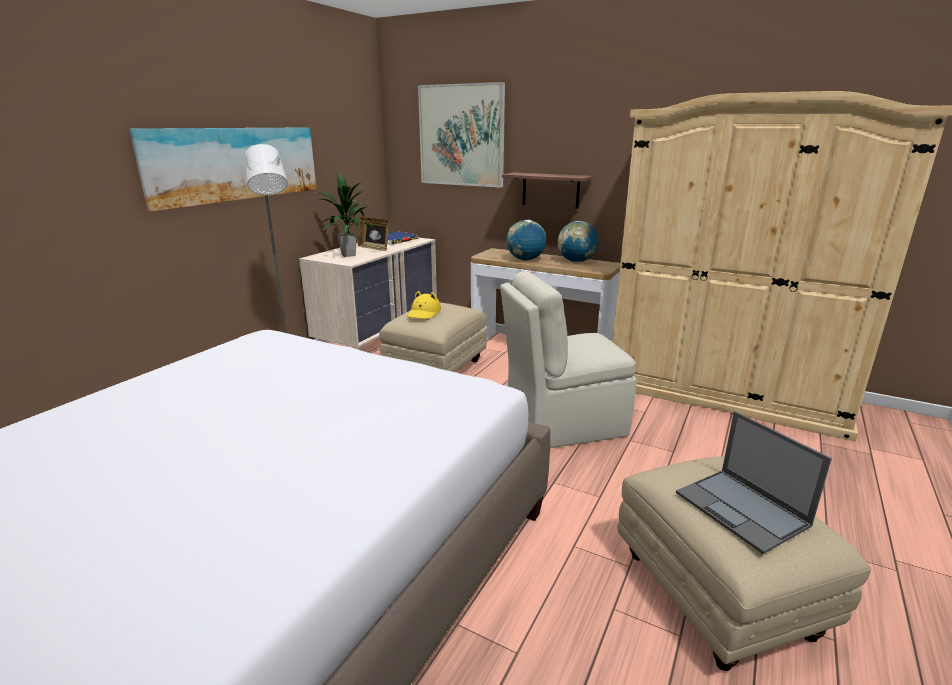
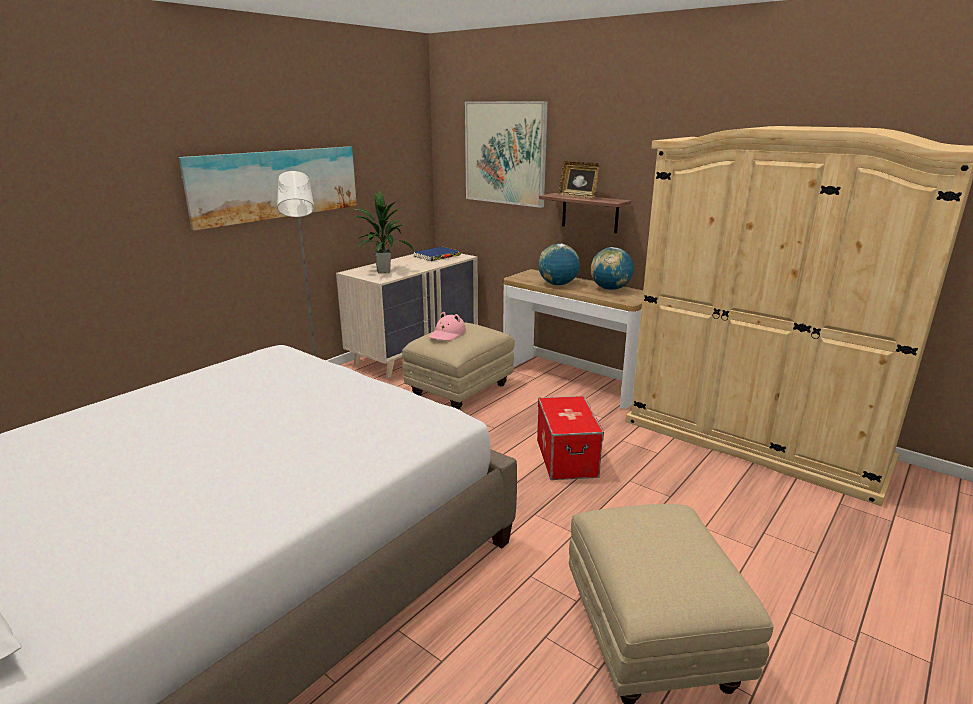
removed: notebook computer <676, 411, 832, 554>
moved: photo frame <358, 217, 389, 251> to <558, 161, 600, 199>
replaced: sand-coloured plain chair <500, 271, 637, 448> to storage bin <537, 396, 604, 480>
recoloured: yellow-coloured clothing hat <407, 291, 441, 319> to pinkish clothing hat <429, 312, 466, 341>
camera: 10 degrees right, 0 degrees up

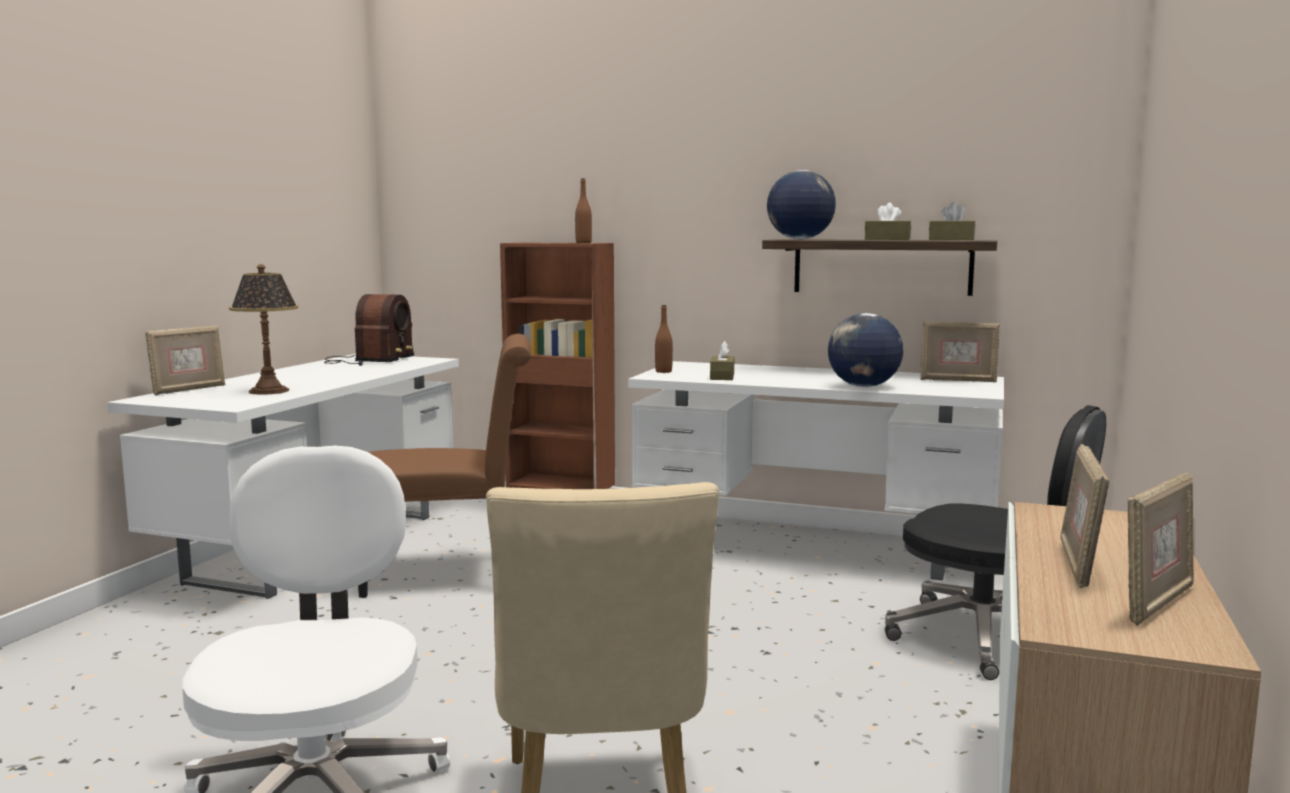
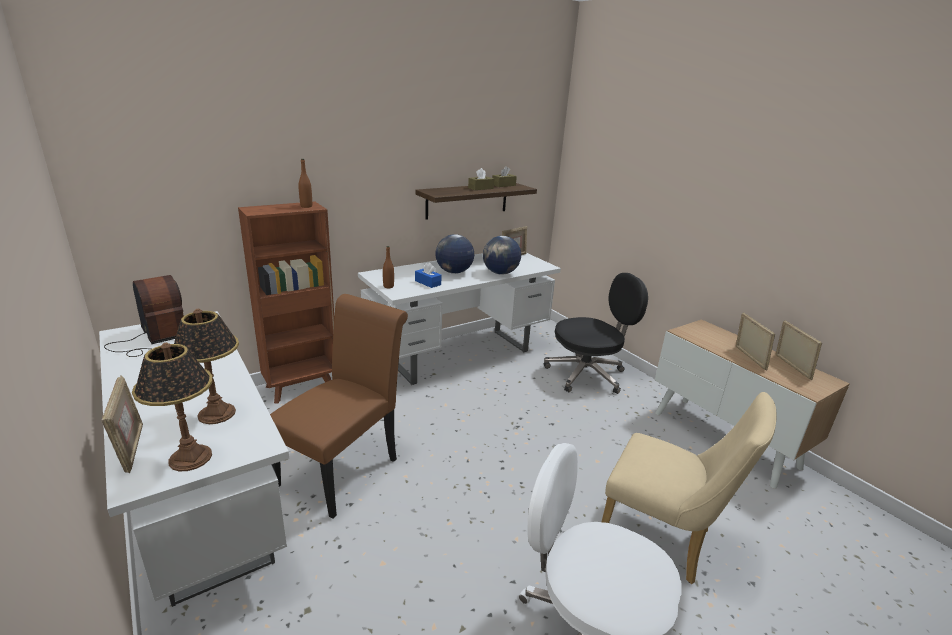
added: lamp for a table <132, 343, 213, 471>
moved: desk globe <767, 170, 836, 239> to <435, 234, 474, 274>
recoloured: brownish tissue holder <710, 341, 734, 380> to bluish tissue holder <415, 263, 442, 288>
turned: photo frame <1060, 444, 1109, 588> = <736, 312, 775, 371> 150 degrees counterclockwise
camera: 55 degrees left, 15 degrees up

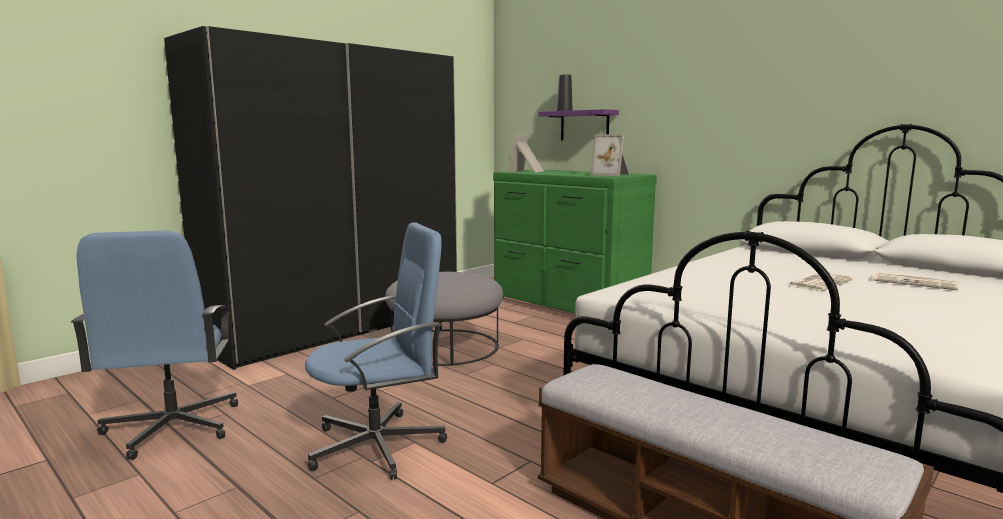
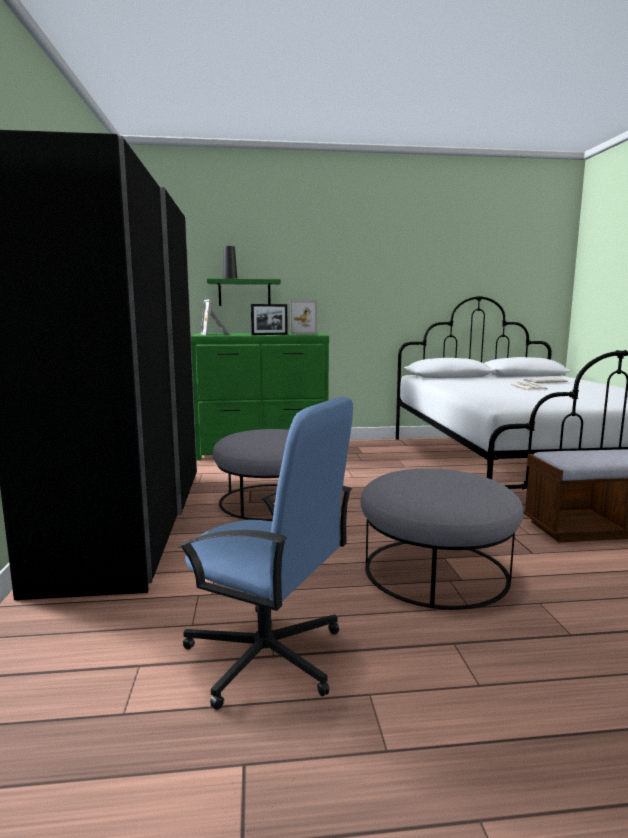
added: photo frame <251, 304, 288, 335>
replaced: bluish computer chair <305, 222, 447, 480> to greyish footrest <361, 468, 524, 610>
recoloured: purple shelf <538, 109, 619, 140> to green-coloured shelf <207, 279, 281, 306>
camera: 50 degrees left, 0 degrees up

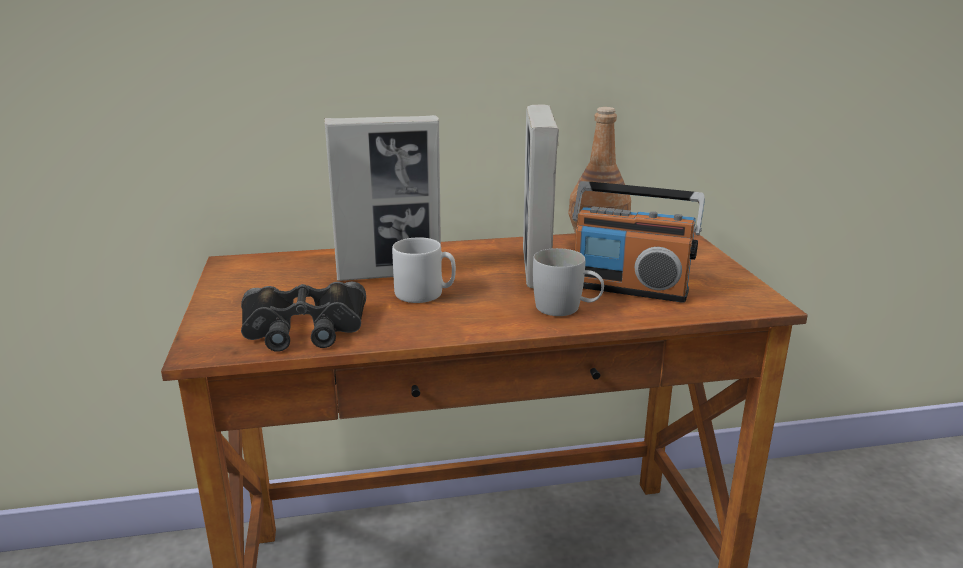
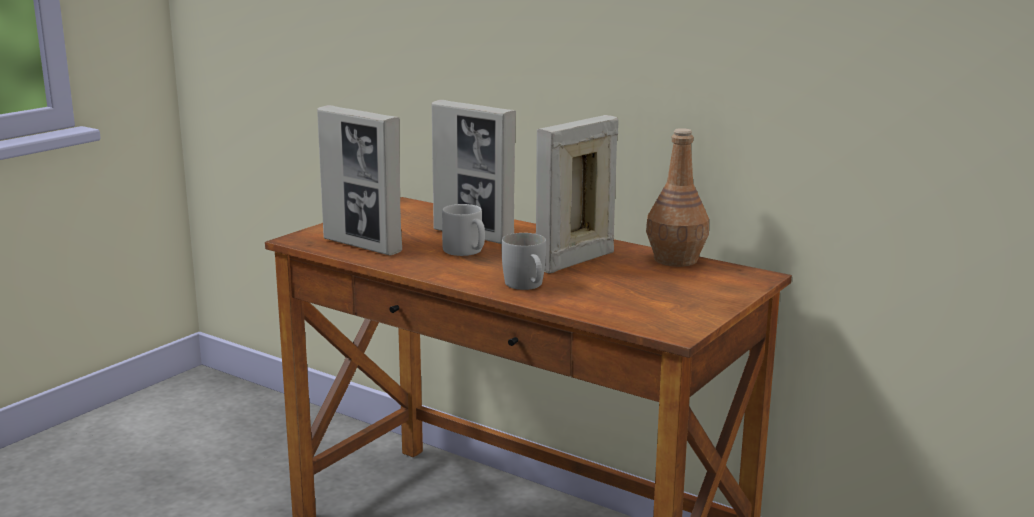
removed: radio set <573, 181, 705, 302>
replaced: blackish binoculars <241, 282, 366, 352> to photo frame <317, 105, 402, 255>
camera: 45 degrees right, 5 degrees down

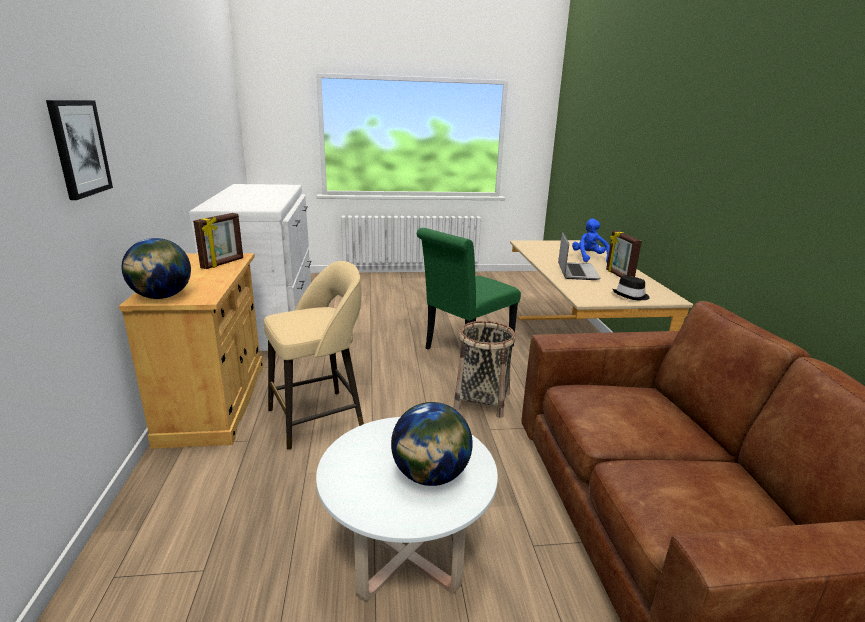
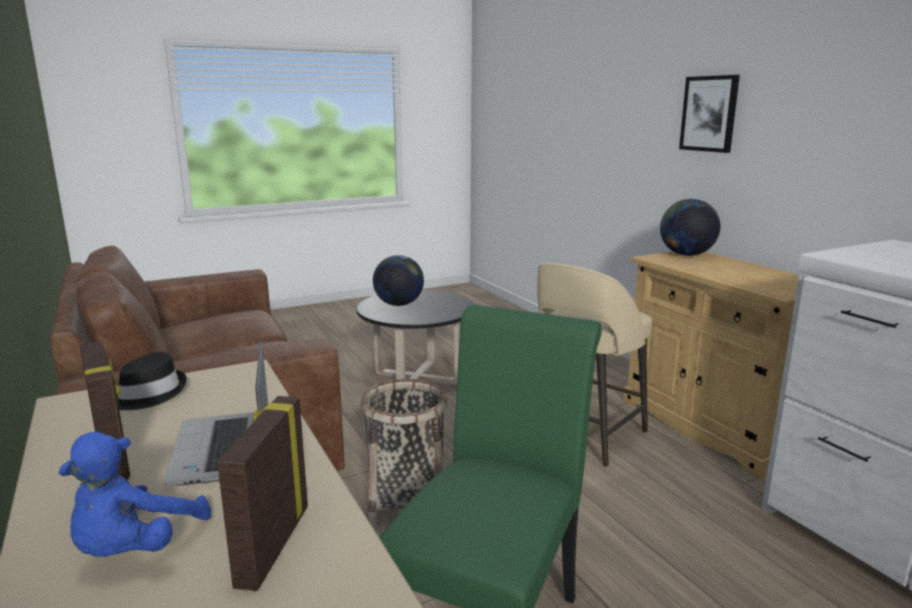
moved: photo frame <193, 213, 243, 269> to <217, 396, 308, 591>
recoloured: whitish coffee table <316, 417, 498, 601> to blackish coffee table <357, 290, 474, 384>
turned: bluish cuddly toy <572, 219, 610, 262> = <58, 431, 211, 557> 45 degrees clockwise
camera: 160 degrees right, 5 degrees down

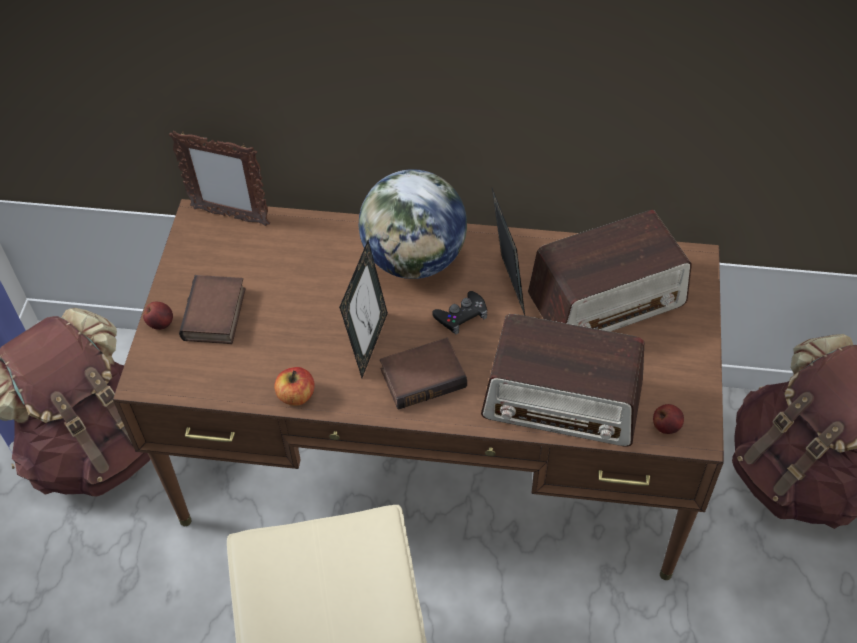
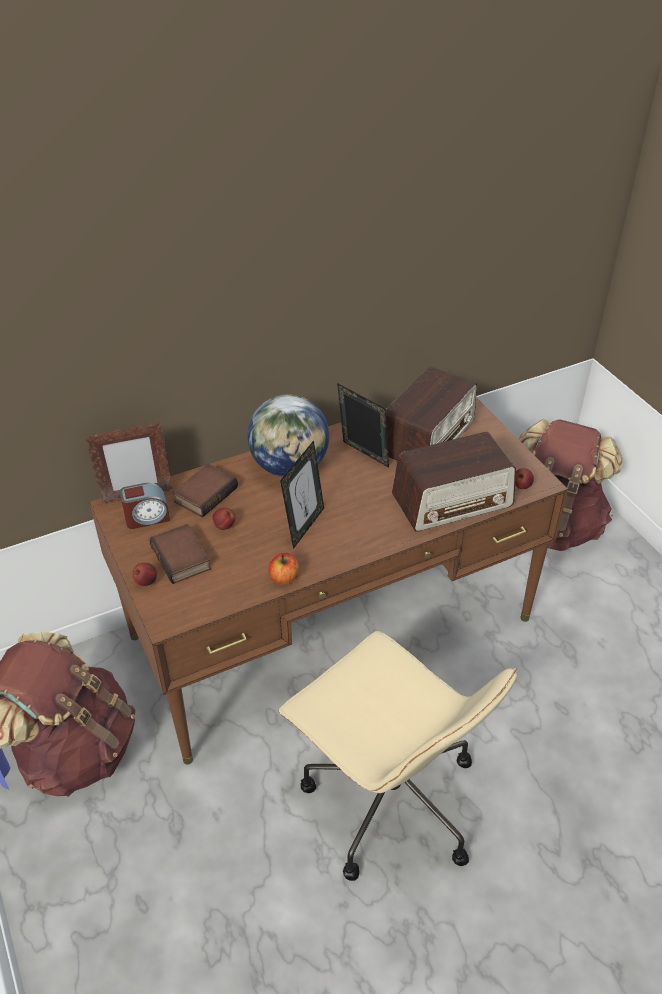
removed: blackish gamepad <432, 291, 488, 334>
added: bedside clock <120, 483, 170, 529>; apple <213, 508, 235, 530>
moved: volume <380, 338, 467, 410> to <173, 464, 238, 517>
turned: photo frame <339, 240, 388, 378> = <280, 441, 324, 549> 45 degrees clockwise
camera: 35 degrees left, 10 degrees down

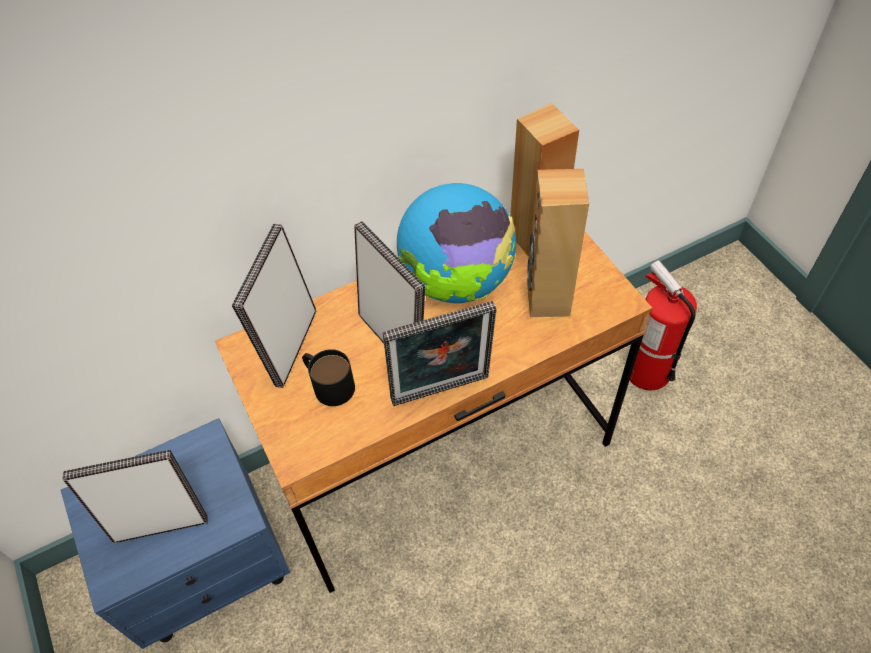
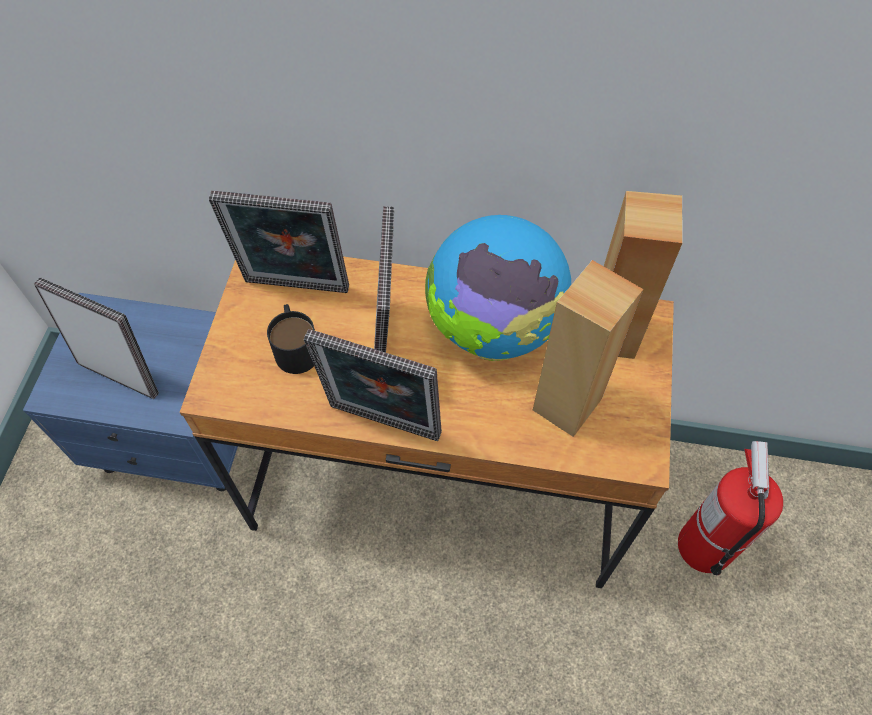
turned: photo frame <232, 224, 316, 388> = <209, 191, 349, 293> 135 degrees counterclockwise
camera: 35 degrees right, 5 degrees up

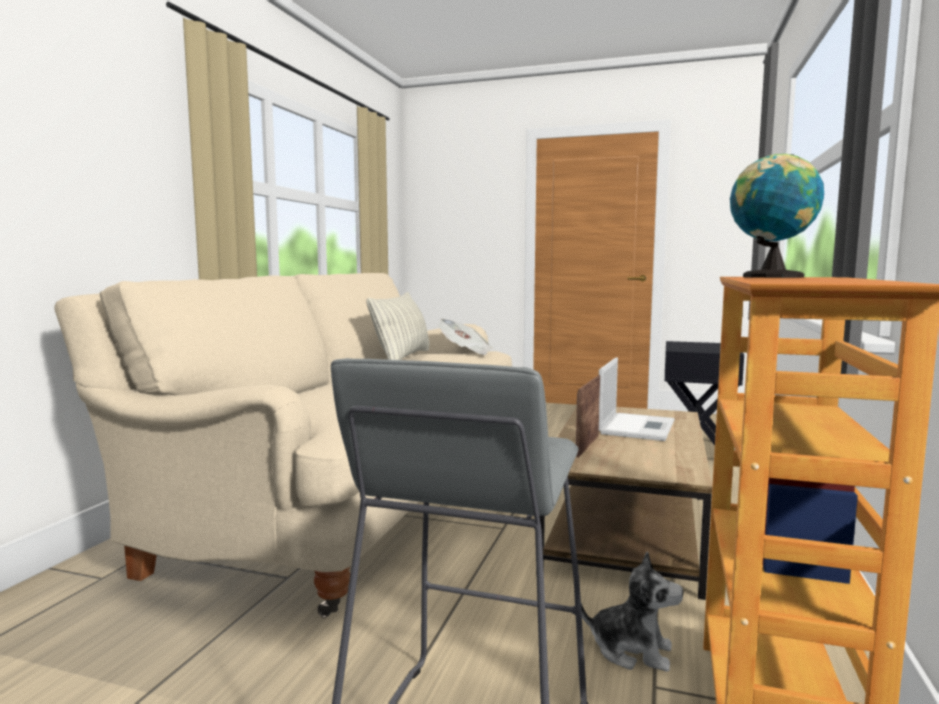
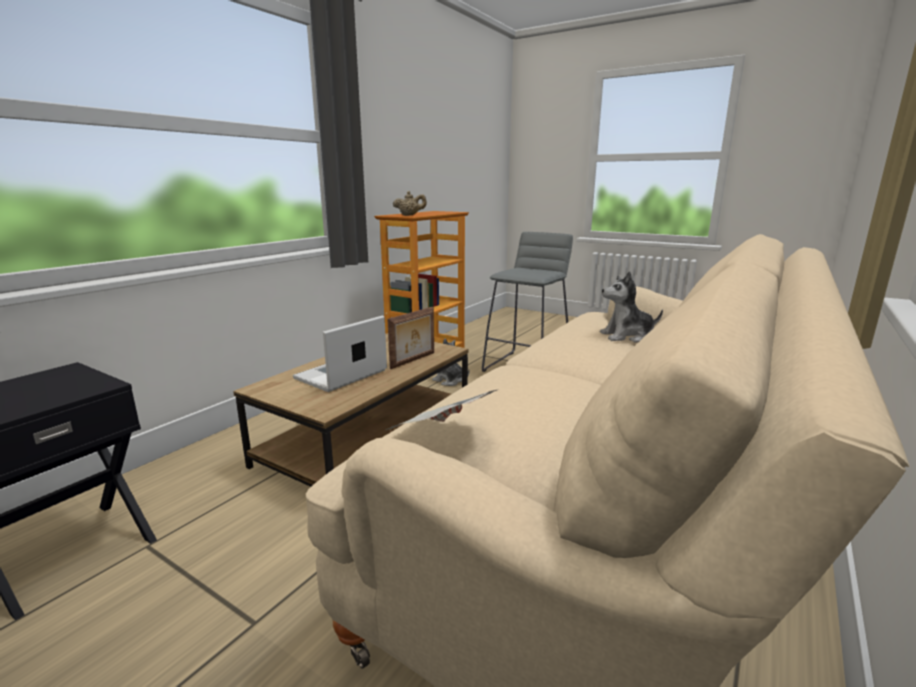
removed: cushion <366, 292, 430, 360>
added: cuddly toy <600, 271, 663, 342>
replaced: desk globe <730, 154, 824, 278> to sand-coloured pot for tea <393, 191, 427, 216>
camera: 165 degrees left, 10 degrees up

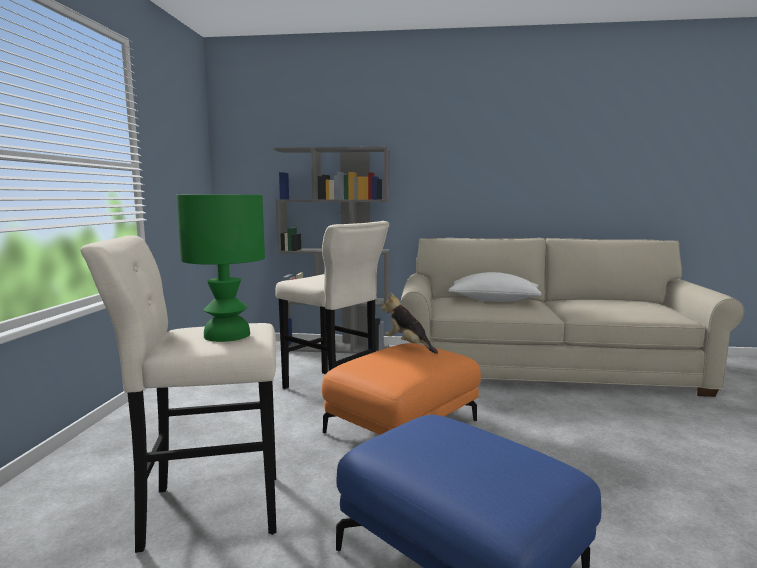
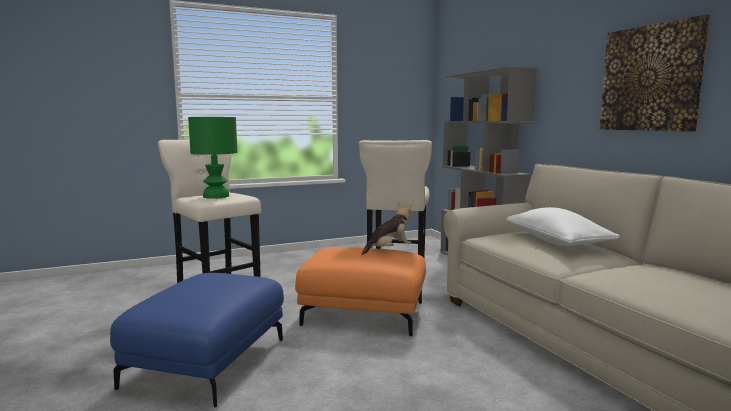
added: picture <600, 14, 710, 132>
turned: cuddly toy <381, 293, 438, 354> = <362, 203, 412, 255> 45 degrees clockwise
camera: 60 degrees right, 0 degrees up

